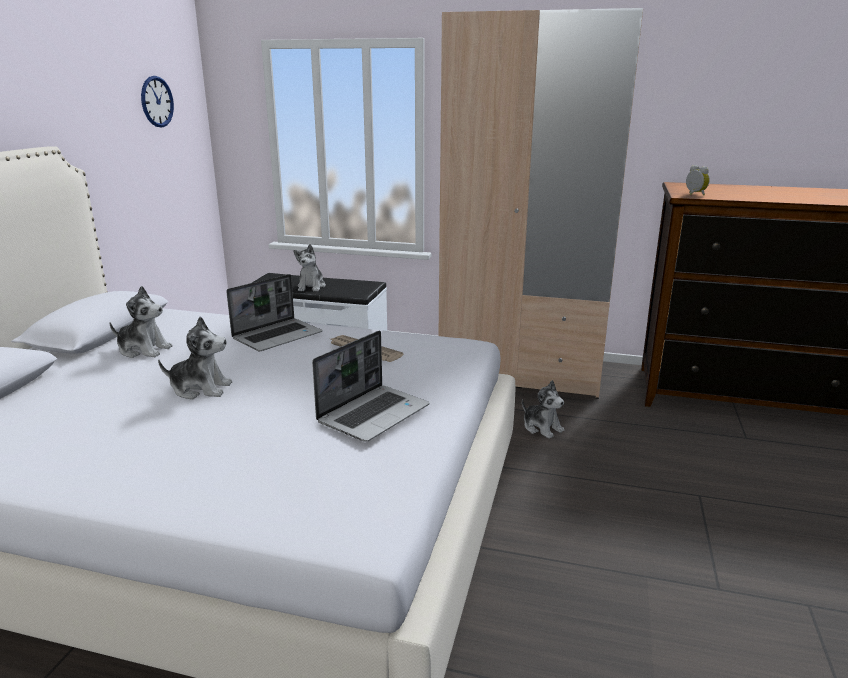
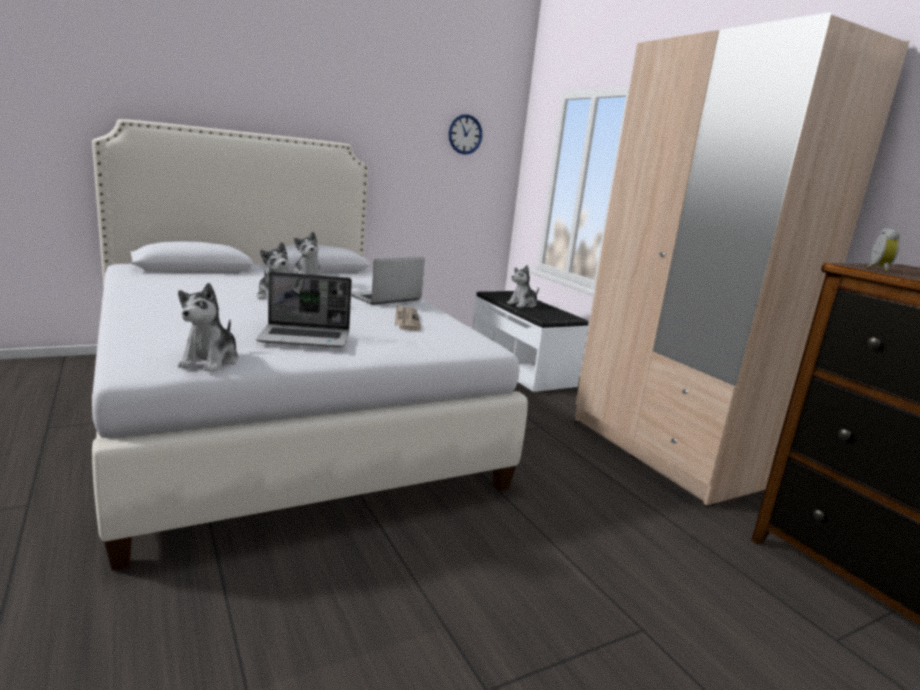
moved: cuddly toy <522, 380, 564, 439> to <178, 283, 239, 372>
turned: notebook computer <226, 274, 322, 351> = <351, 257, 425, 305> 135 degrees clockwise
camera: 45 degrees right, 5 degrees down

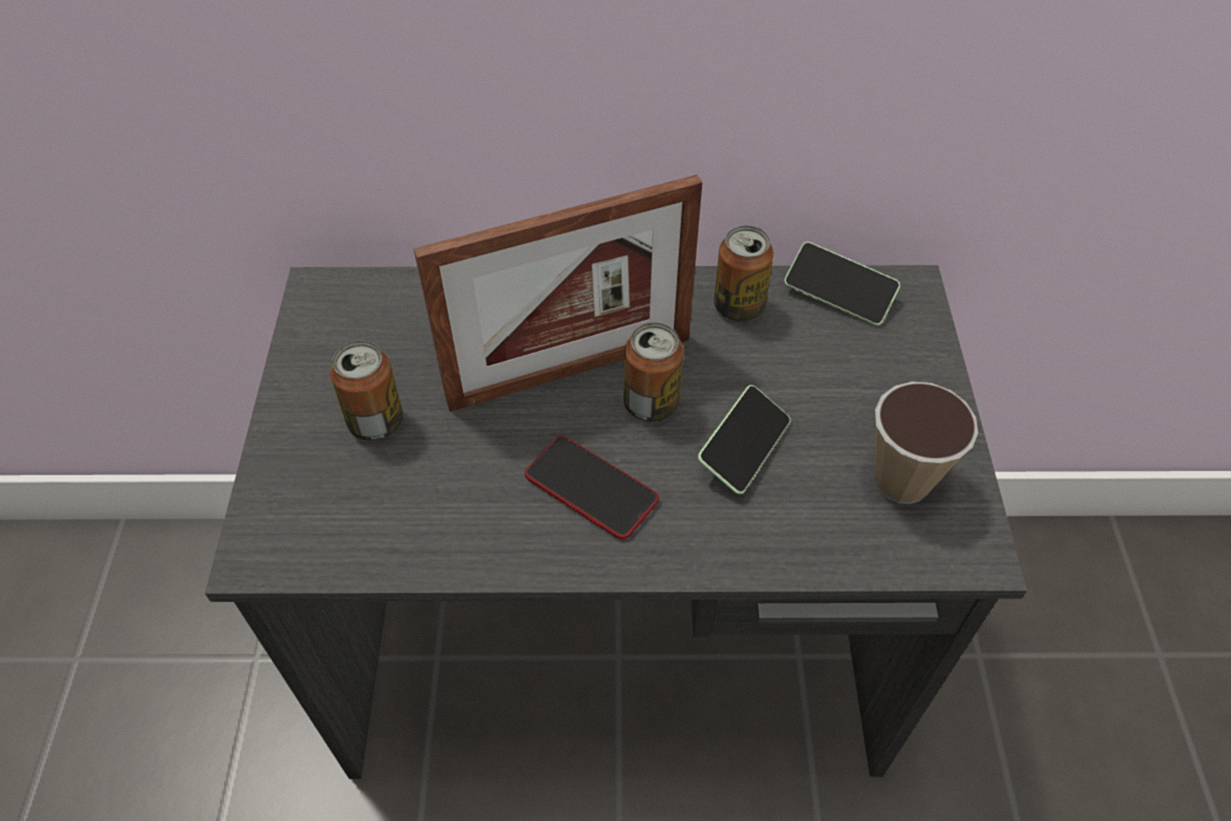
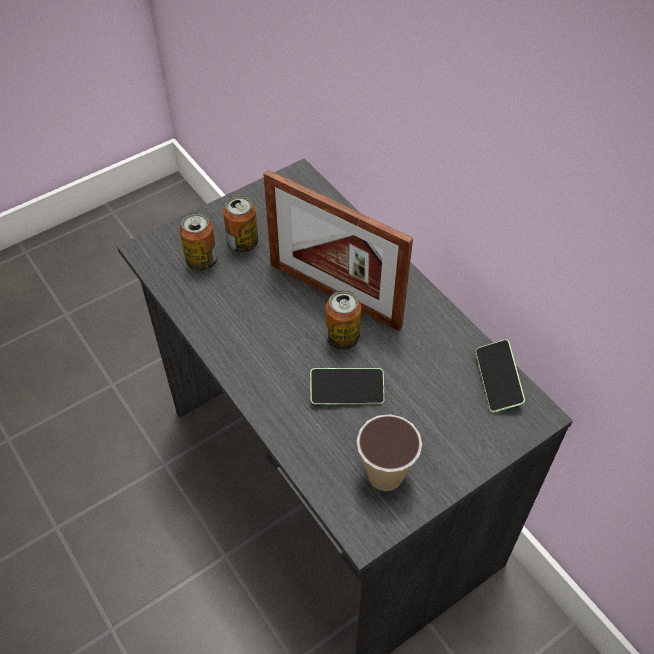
removed: telephone <525, 436, 659, 539>
moved: sealed can <714, 226, 774, 321> to <180, 213, 217, 271>
camera: 55 degrees right, 0 degrees up

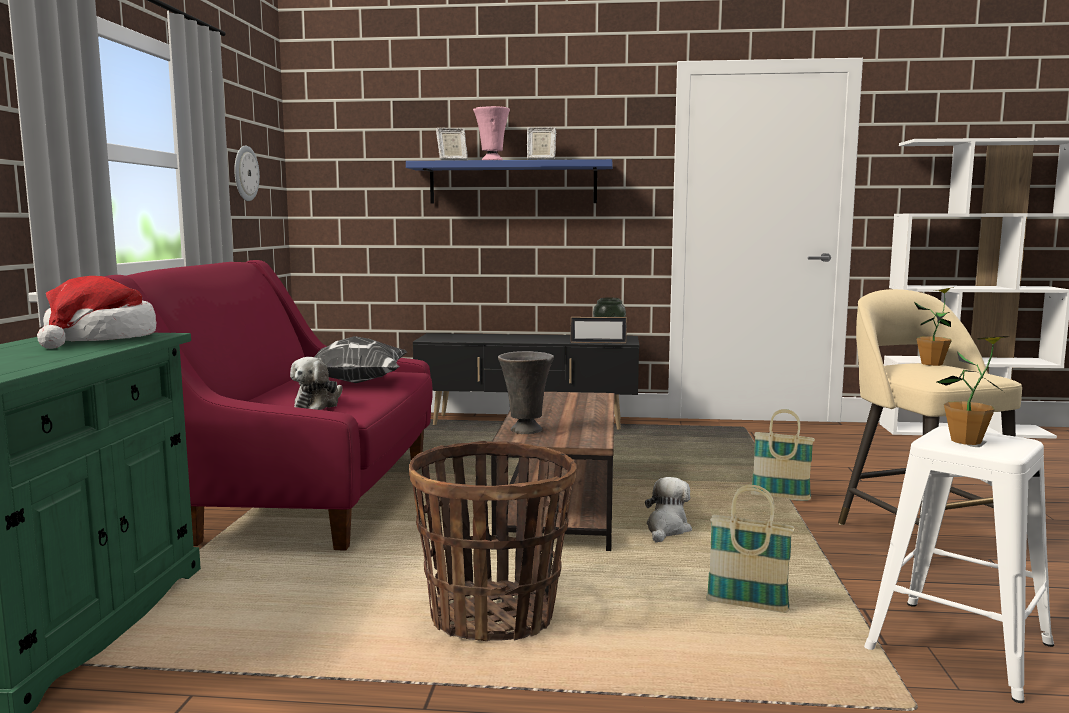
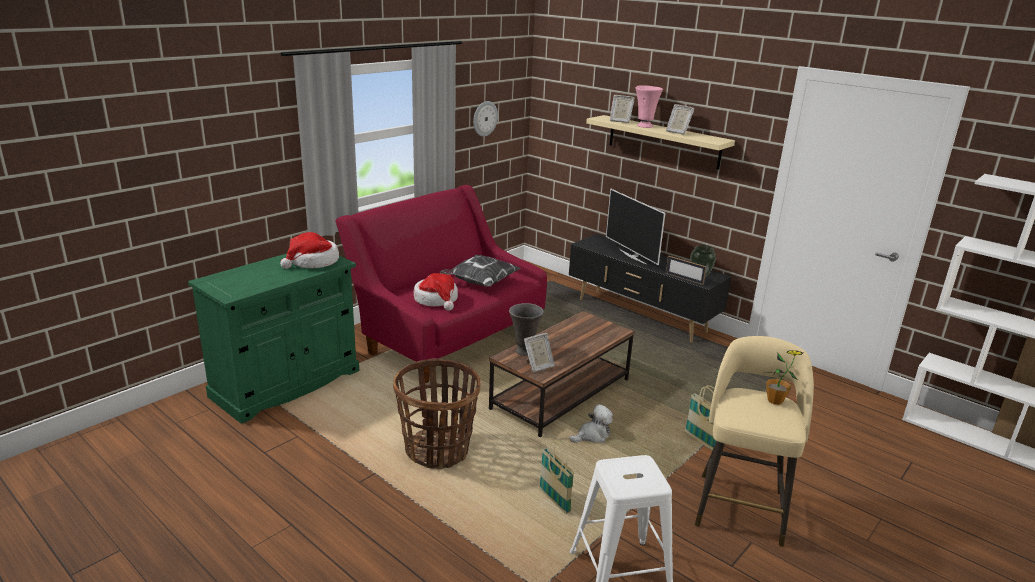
removed: houseplant <937, 336, 1009, 445>
added: photo frame <524, 333, 555, 372>; TV <606, 189, 665, 265>
replaced: cuddly toy <290, 357, 342, 410> to clothing hat <414, 273, 458, 311>
recoloured: bluish shelf <406, 159, 612, 204> to sand-coloured shelf <586, 115, 735, 170>
camera: 35 degrees right, 15 degrees up

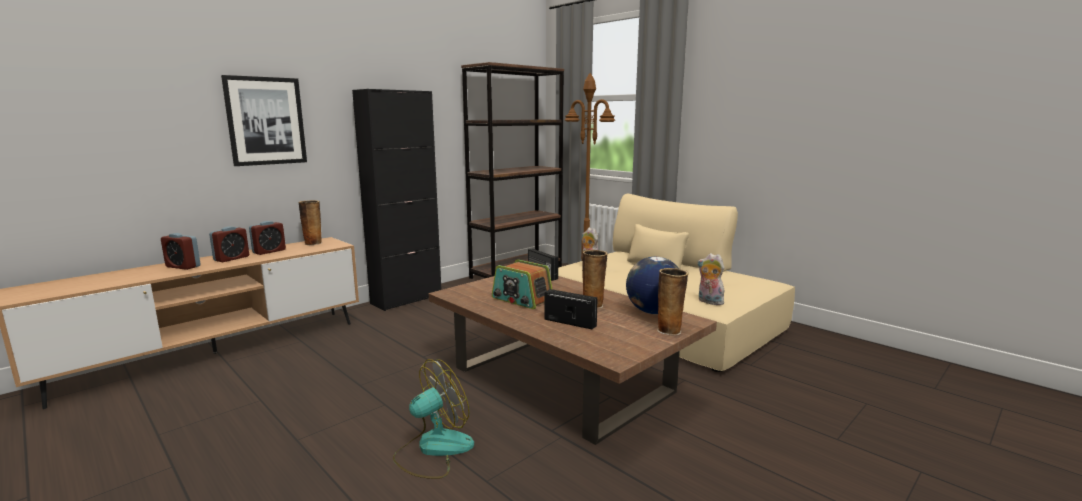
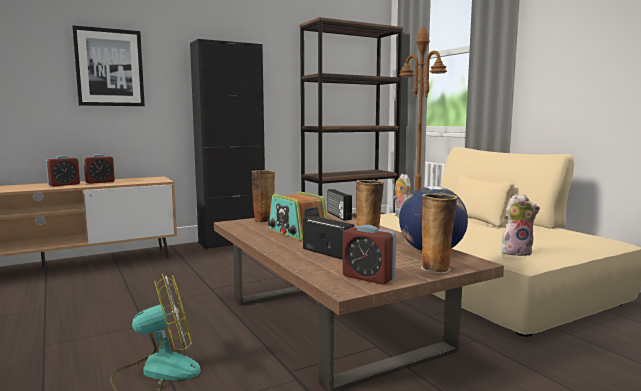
moved: bedside clock <161, 233, 201, 270> to <343, 225, 396, 285>; flower vase <298, 200, 322, 245> to <252, 170, 275, 223>
turned: cuddly toy <697, 253, 724, 305> = <501, 194, 540, 256> 120 degrees clockwise
camera: 15 degrees right, 5 degrees down

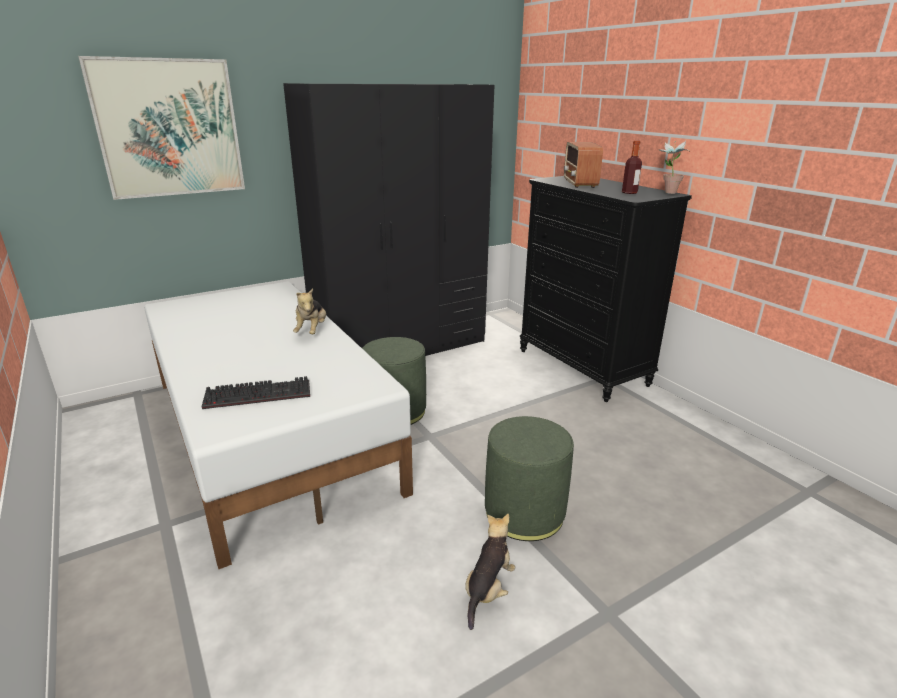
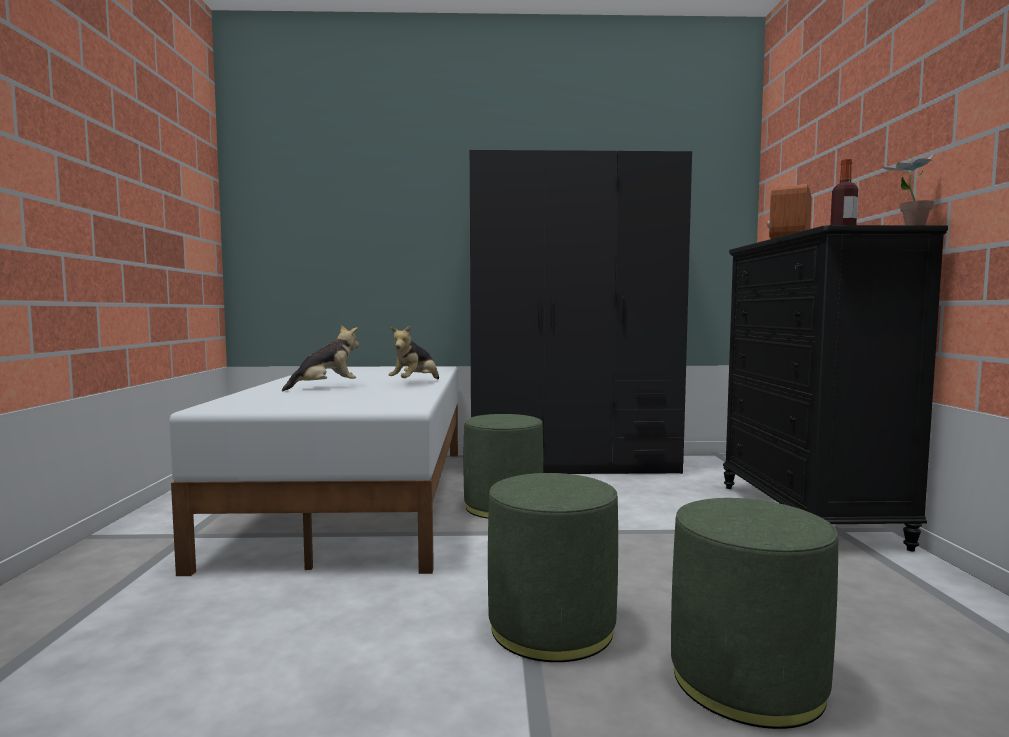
removed: picture <78, 56, 245, 200>; PC keyboard <201, 376, 310, 409>
added: green-coloured footrest <671, 498, 838, 729>
moved: cuddly toy <465, 513, 515, 630> to <282, 326, 359, 391>
camera: 30 degrees right, 20 degrees down

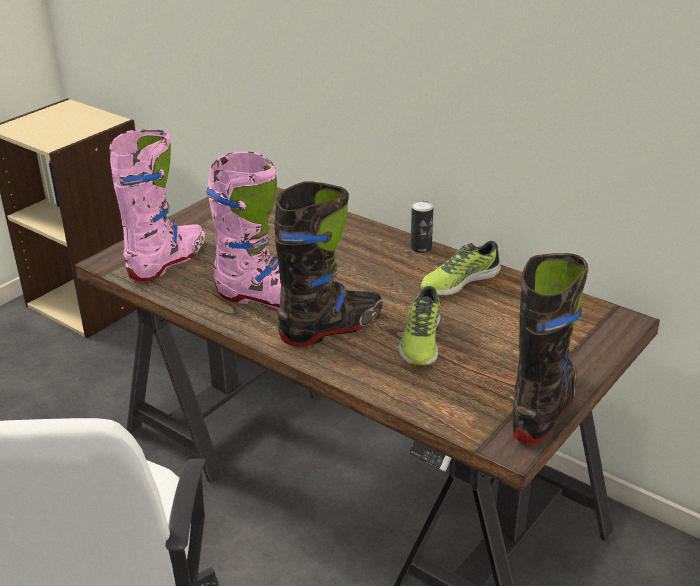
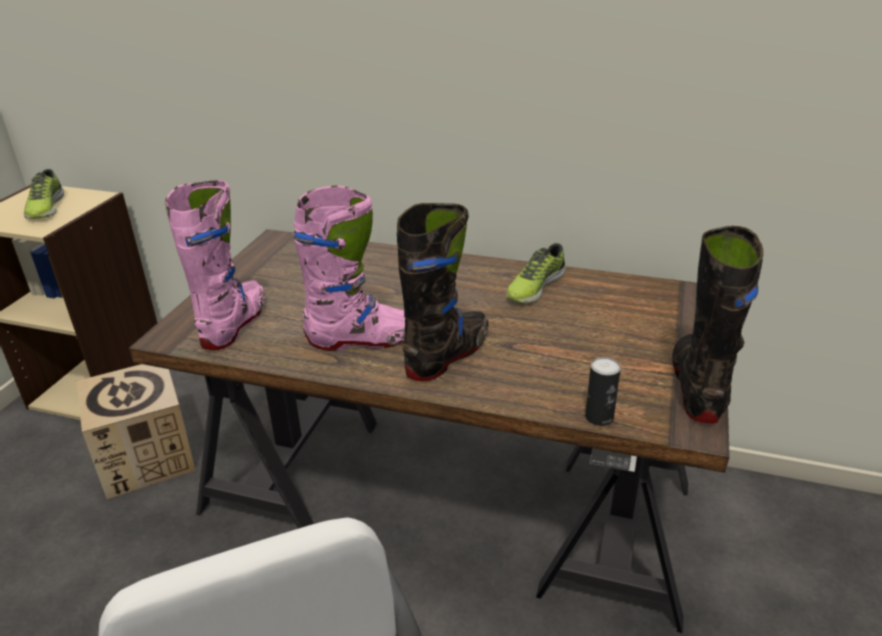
added: packing box <77, 364, 195, 499>
moved: low shoe <399, 286, 440, 365> to <24, 169, 64, 219>; sealed can <411, 201, 433, 253> to <585, 357, 621, 426>
camera: 20 degrees left, 0 degrees up

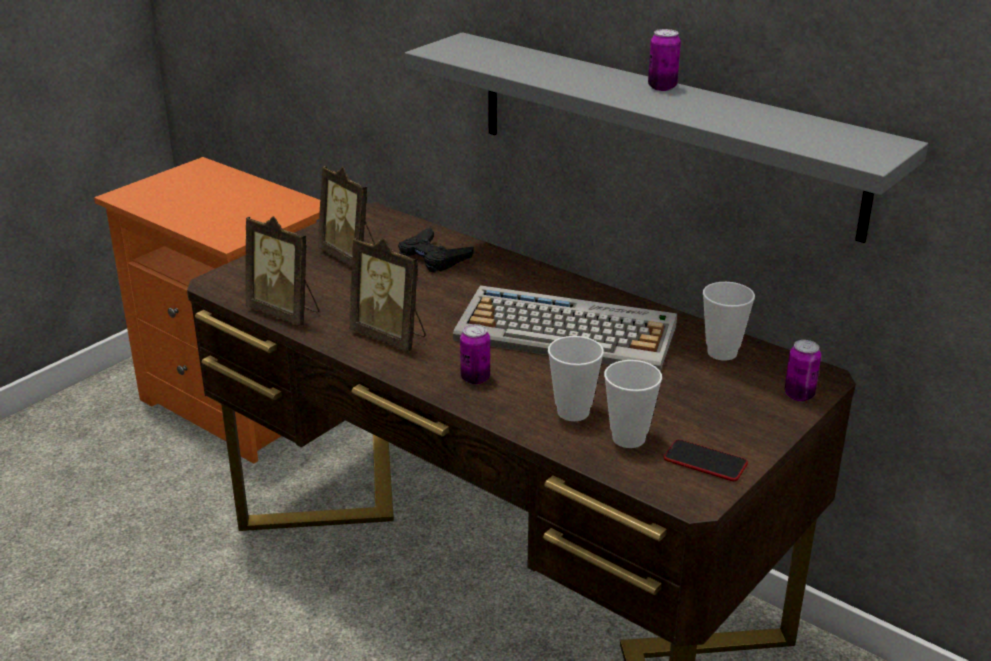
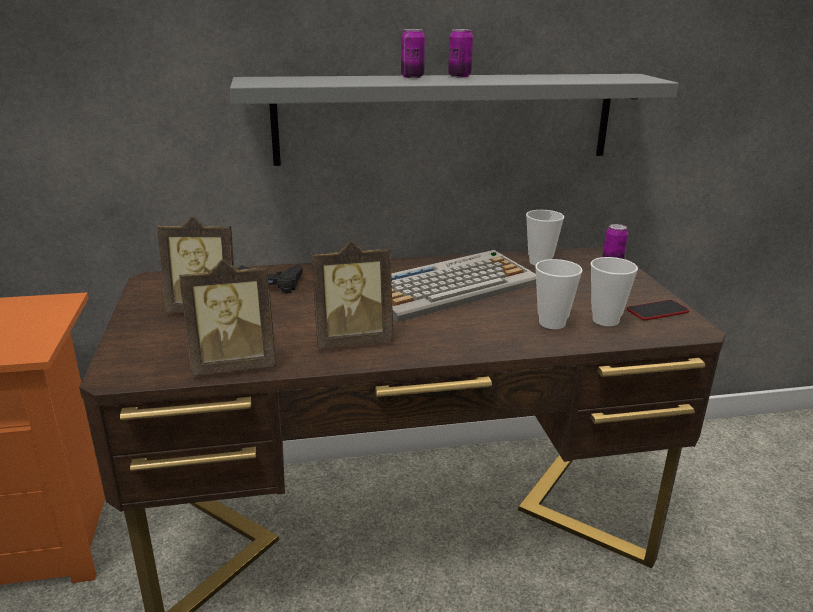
moved: sealed can <460, 324, 490, 384> to <401, 29, 425, 78>
camera: 50 degrees left, 5 degrees down

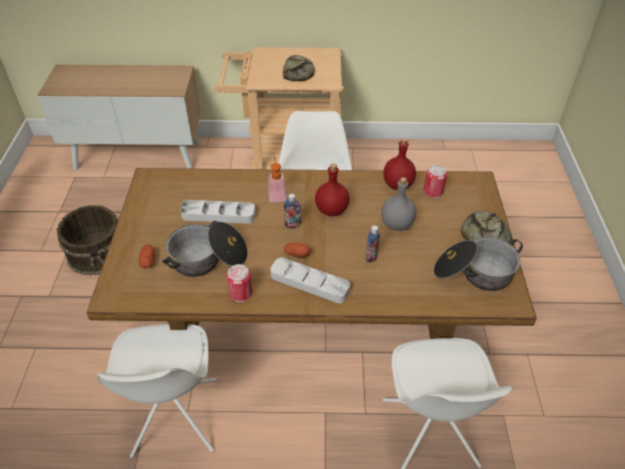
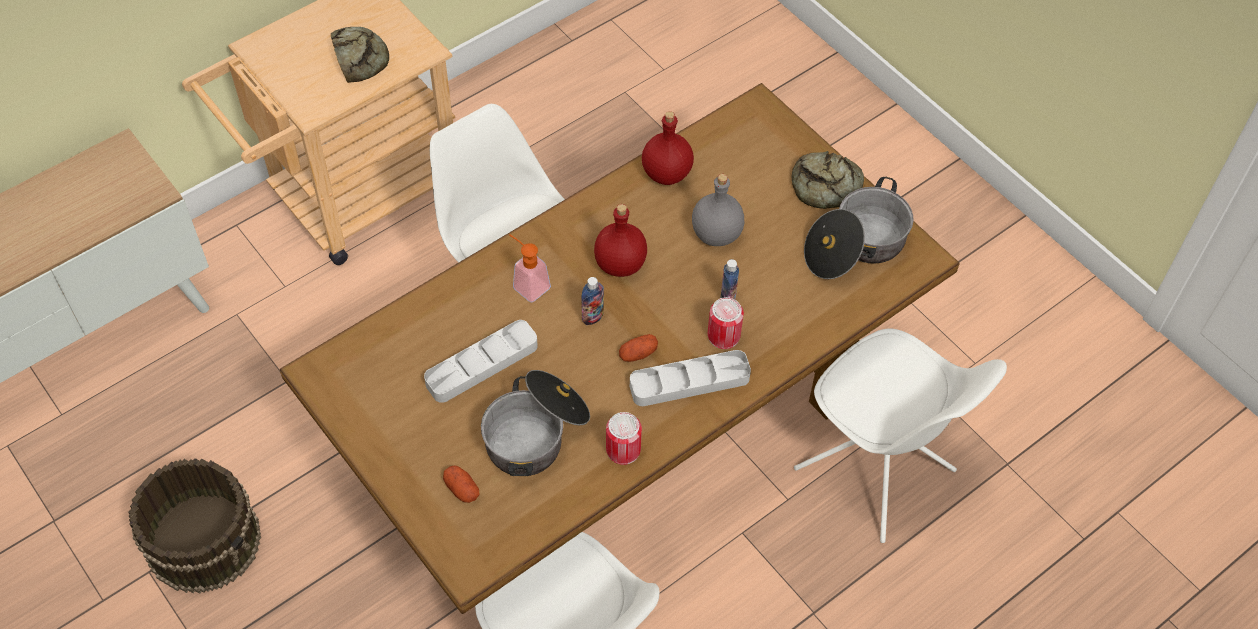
moved: sealed can <424, 165, 447, 198> to <708, 297, 744, 349>
camera: 40 degrees left, 10 degrees up

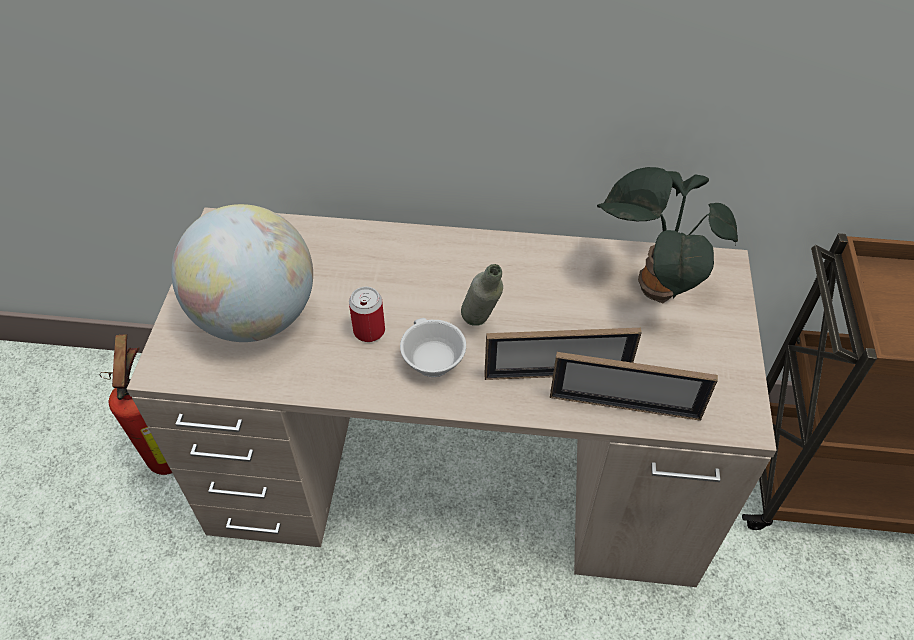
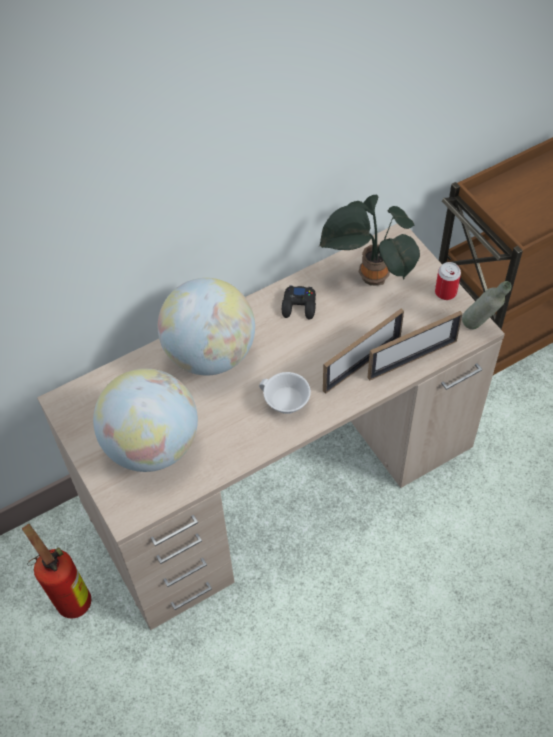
added: desk globe <158, 278, 255, 375>; blackish gamepad <282, 285, 316, 320>
moved: sealed can <349, 287, 385, 342> to <435, 262, 461, 300>; greyish beverage bottle <461, 264, 503, 326> to <462, 281, 512, 329>
camera: 35 degrees left, 5 degrees up

